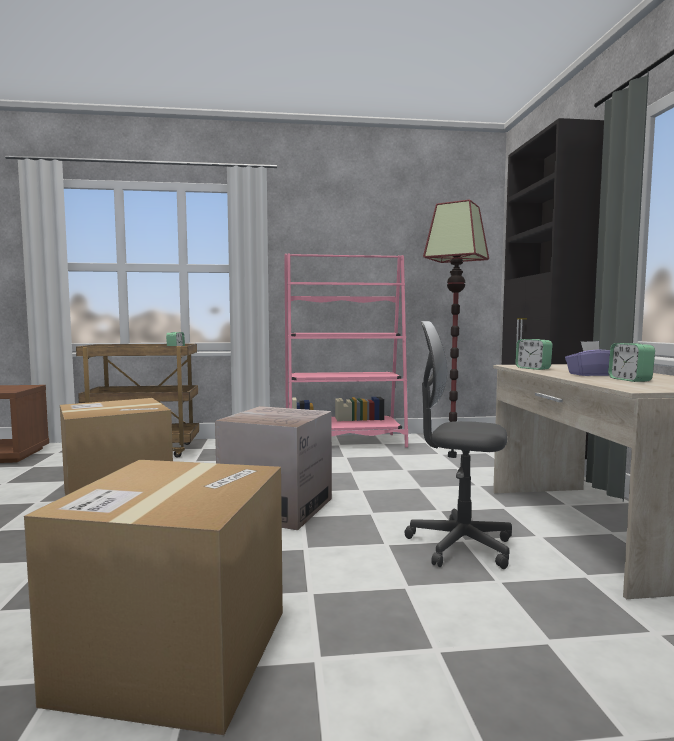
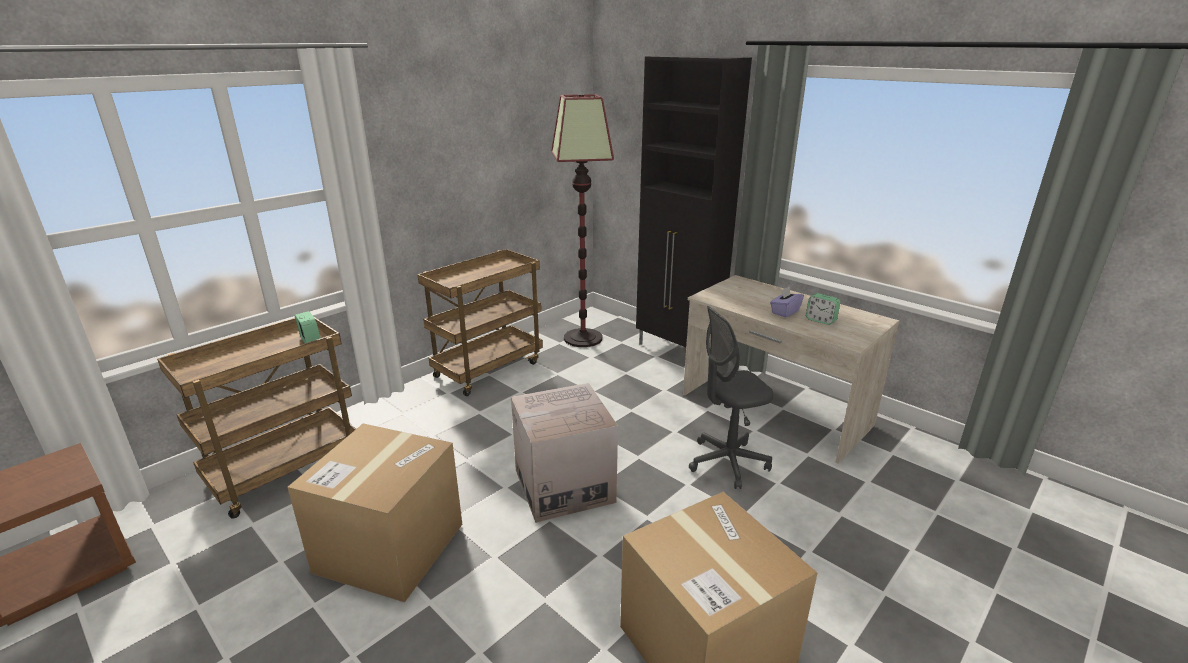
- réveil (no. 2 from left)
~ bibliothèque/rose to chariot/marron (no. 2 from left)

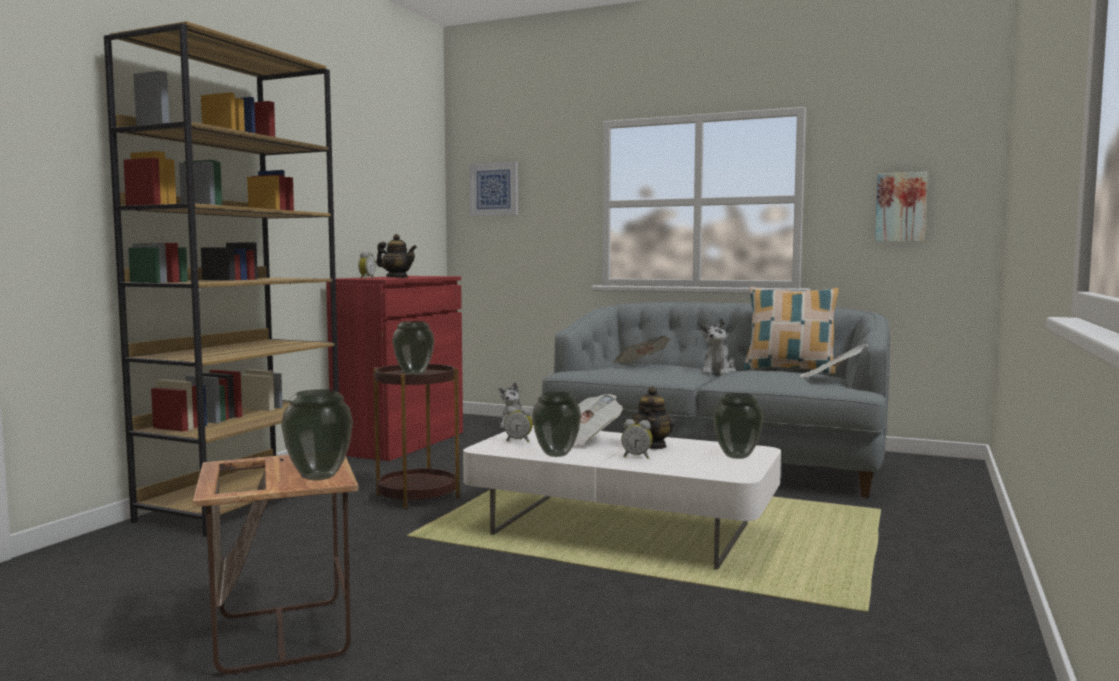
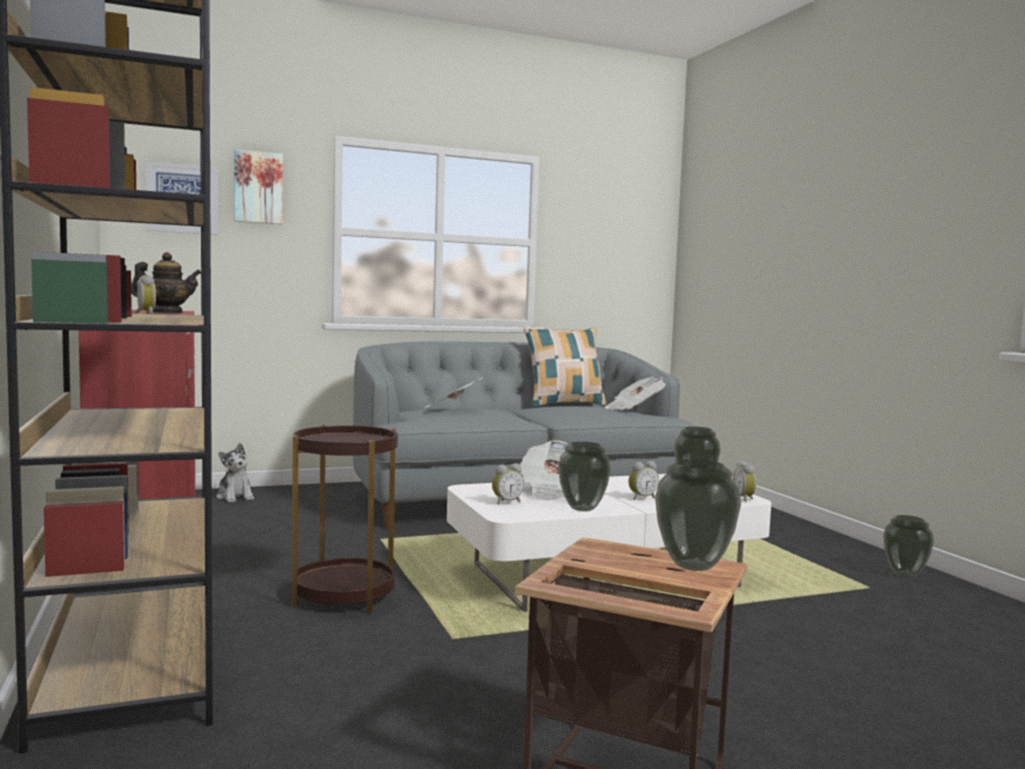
- théière (no. 2 from left)
- peluche (no. 2 from left)
+ réveil (no. 4 from left)
~ vase (no. 2 from left in the first image) to vase (no. 4 from left)
~ tableau (no. 2 from left)

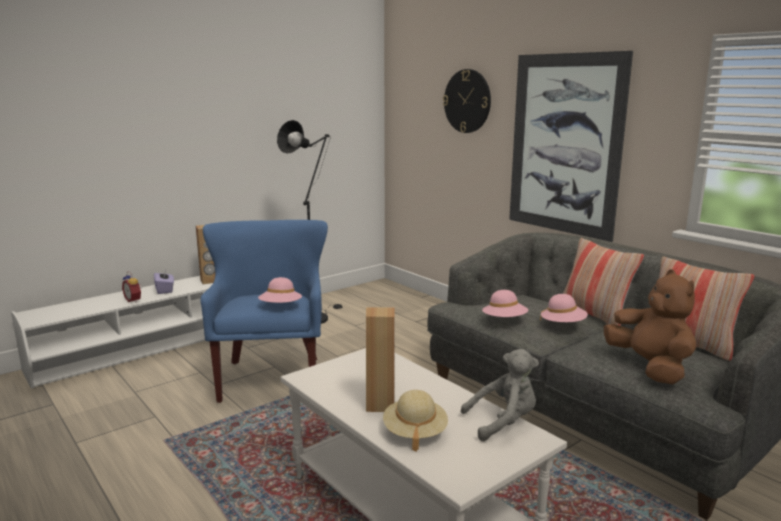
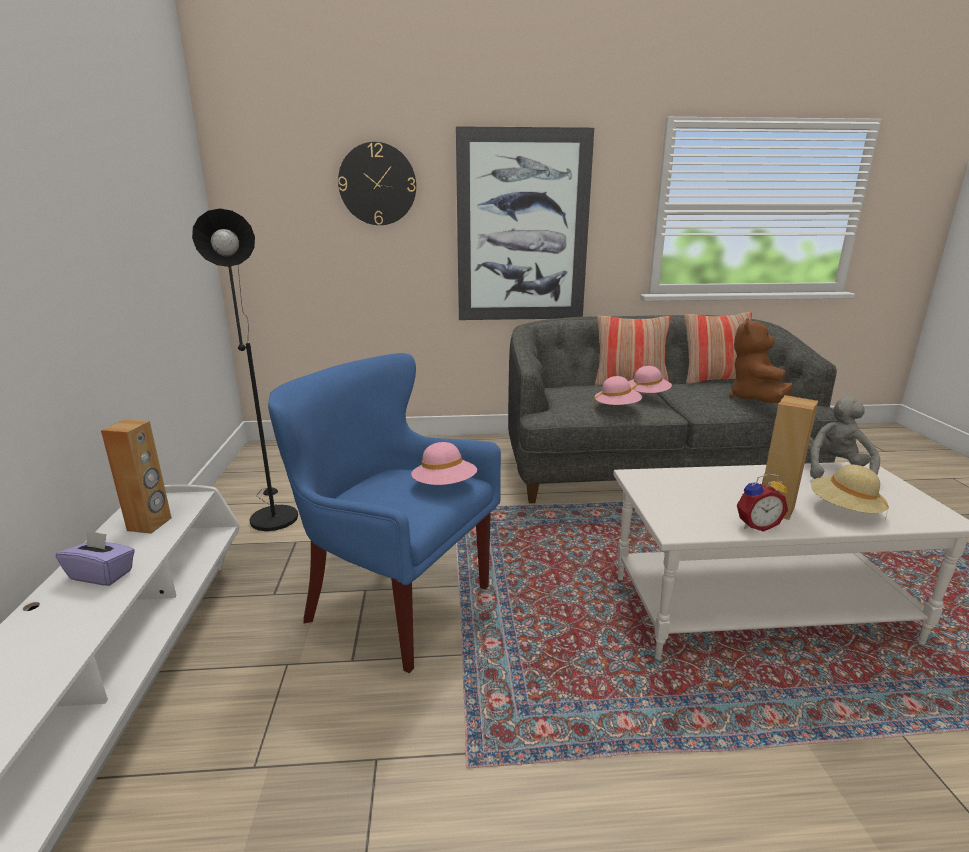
~ réveil
~ peluche/marron 90 degrees counterclockwise

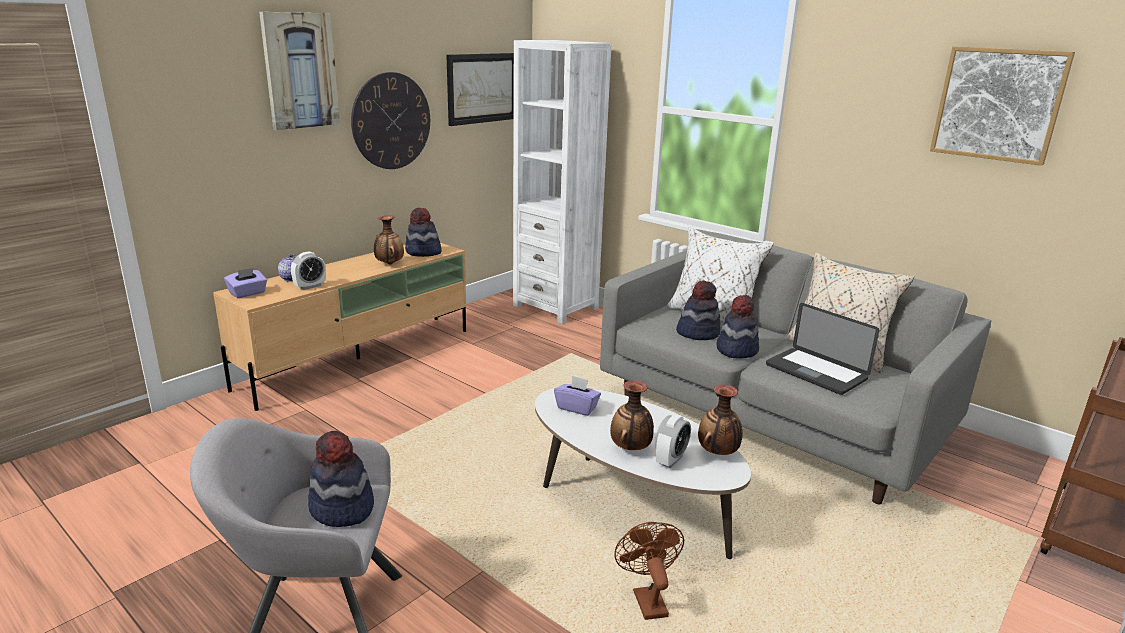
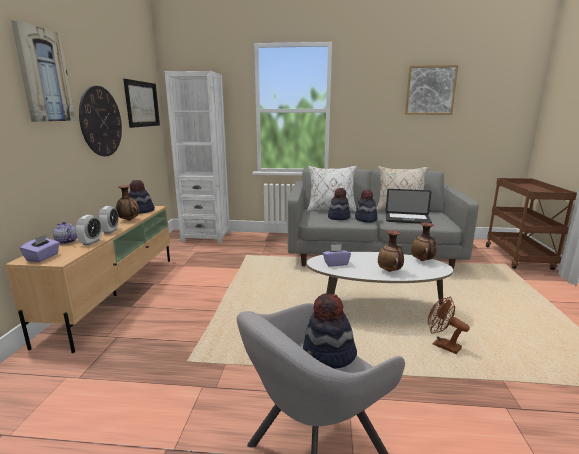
~ réveil (no. 2 from left)

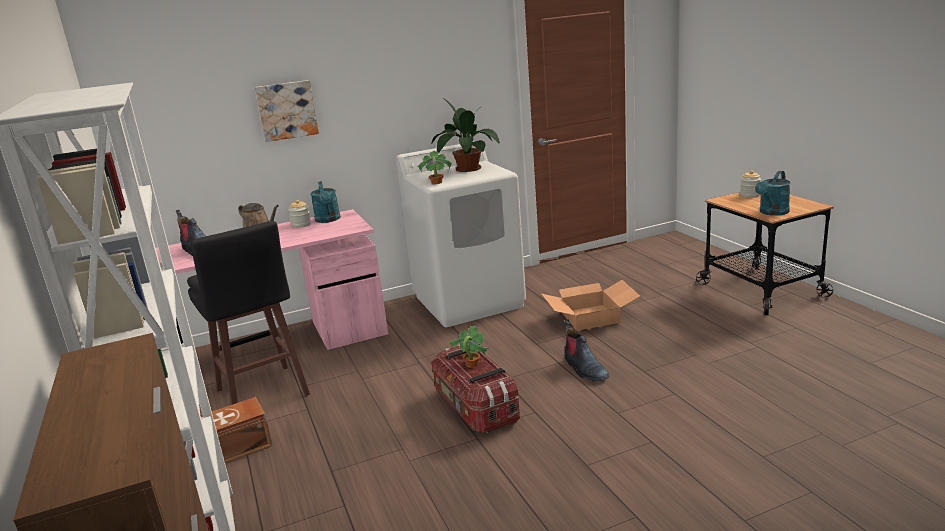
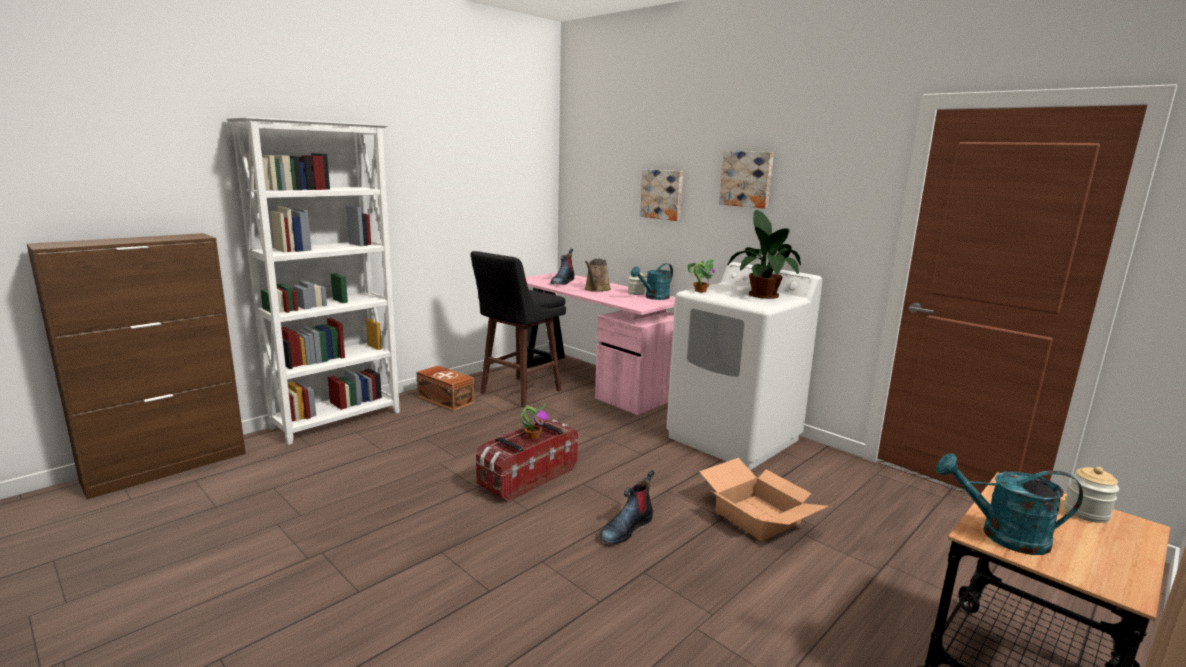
+ tableau (no. 2 from left)

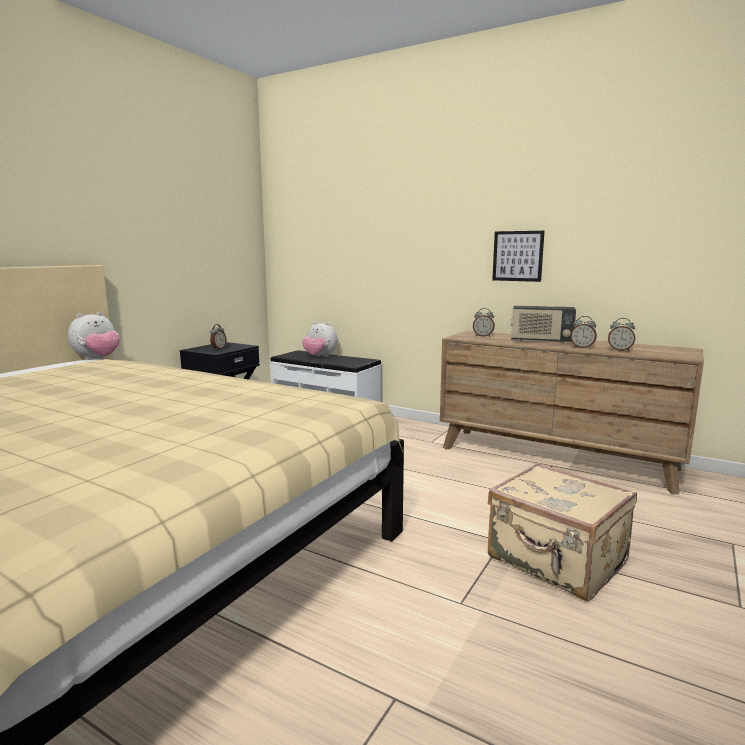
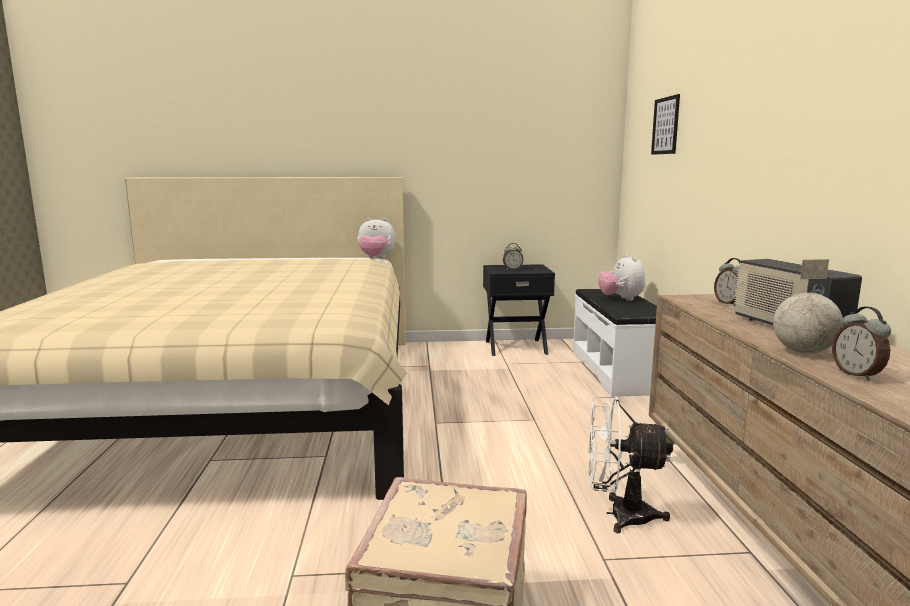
+ ventilateur/blanc
~ tableau
~ réveil (no. 3 from left) to globe

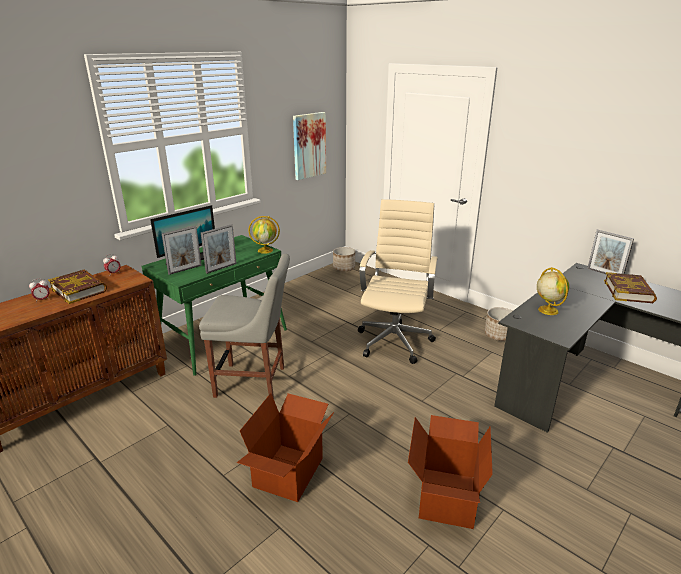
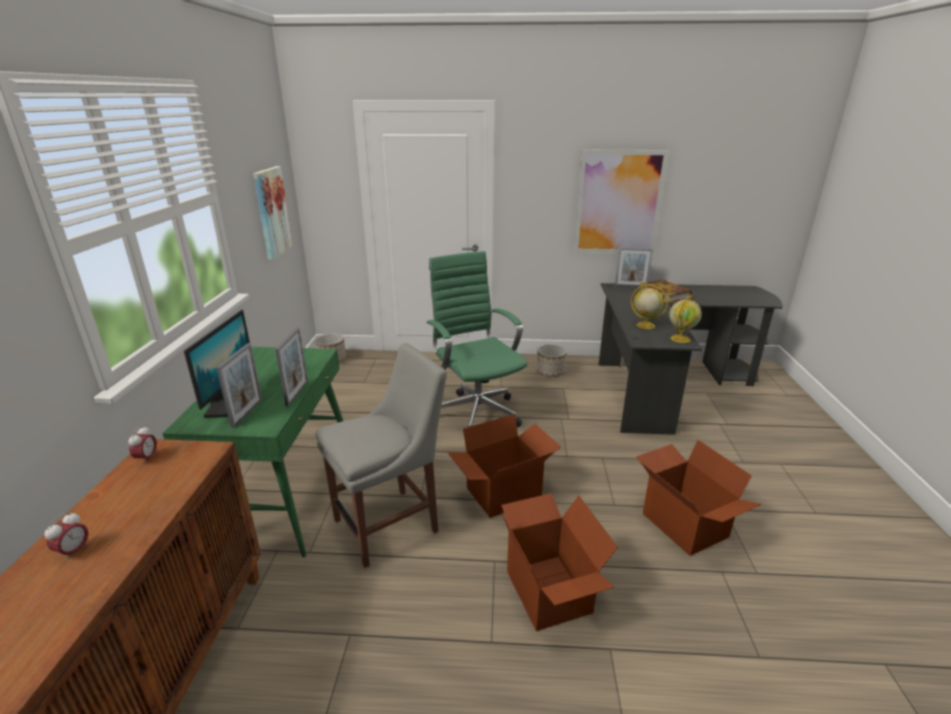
- livre (no. 1 from left)
+ carton (no. 1 from left)
+ tableau (no. 2 from left)
~ globe (no. 1 from left in the first image) to globe (no. 2 from left)
~ chaise de bureau/beige to chaise de bureau/vert

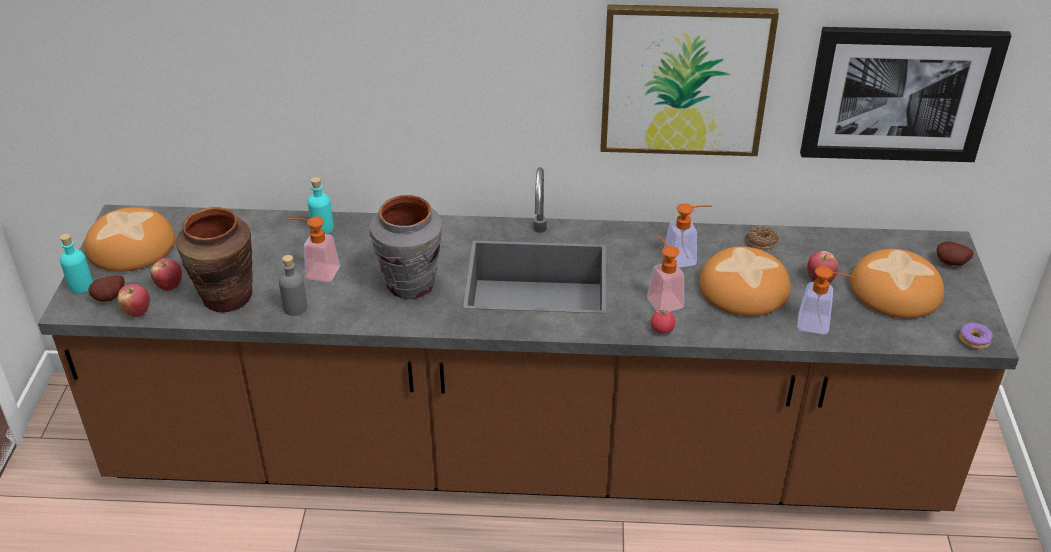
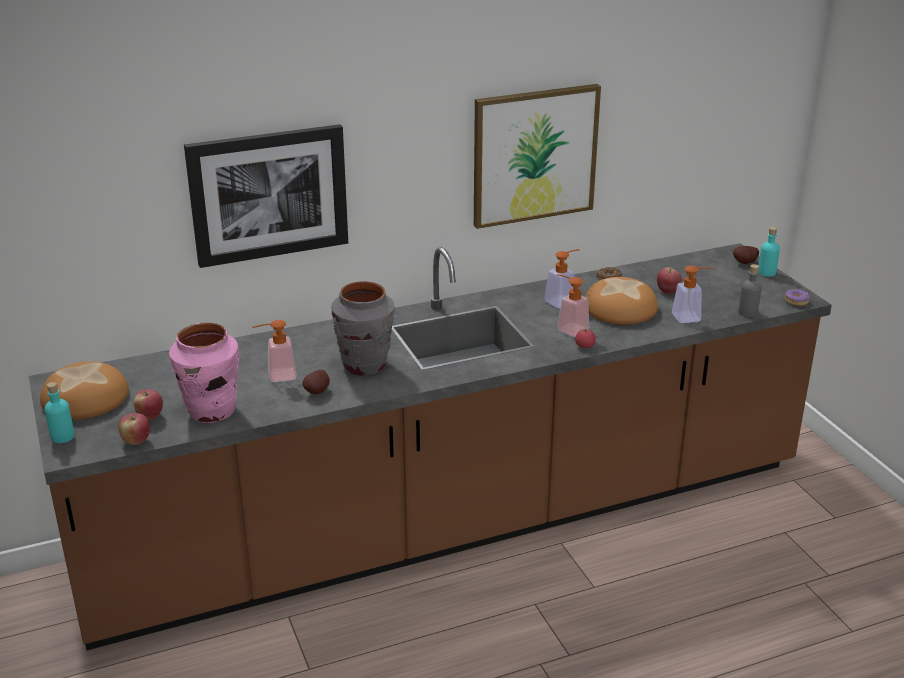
- pain (no. 3 from left)
~ pomme de terre (no. 1 from left)
~ bouteille/gris
~ bouteille/turquoise (no. 2 from left)
~ tableau (no. 2 from left in the first image) to tableau (no. 1 from left)
~ vase/marron to vase/rose

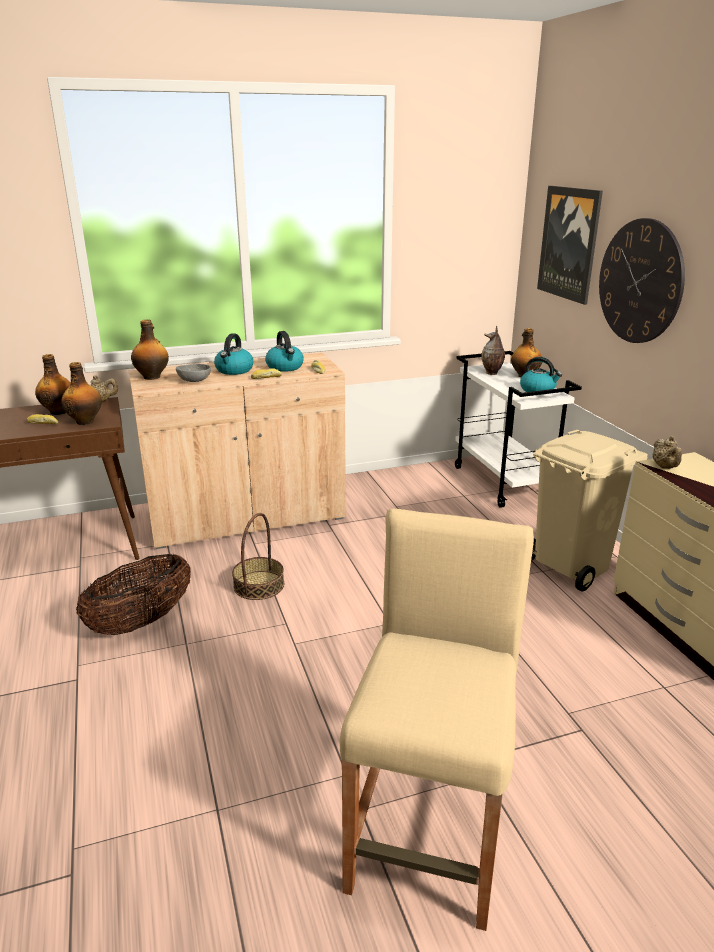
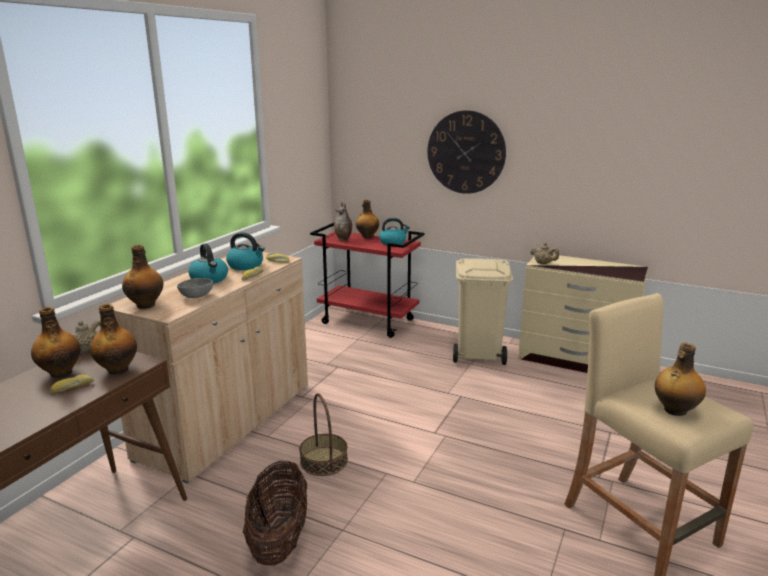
- tableau
+ bouteille (no. 5 from left)
~ chariot/blanc to chariot/rouge

